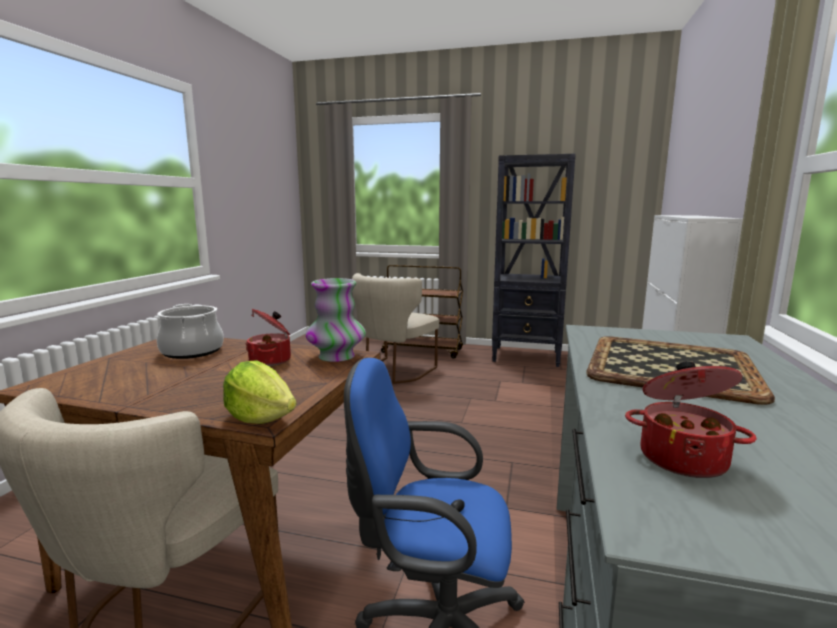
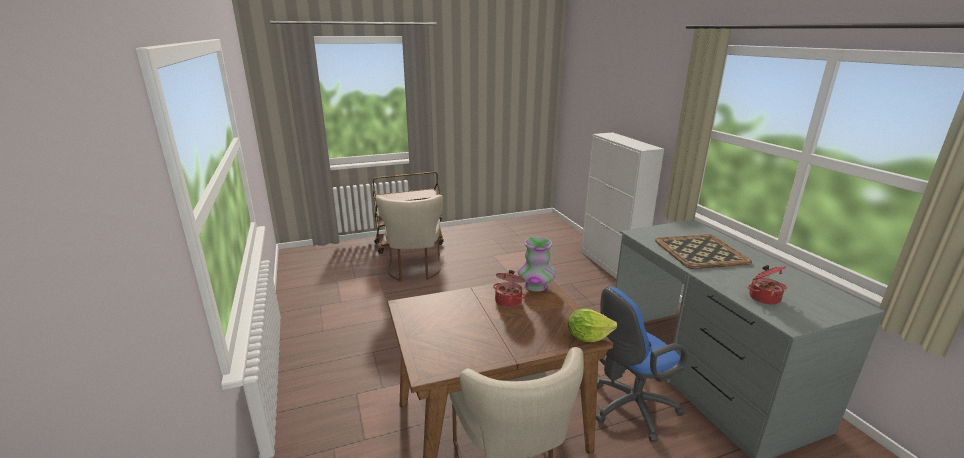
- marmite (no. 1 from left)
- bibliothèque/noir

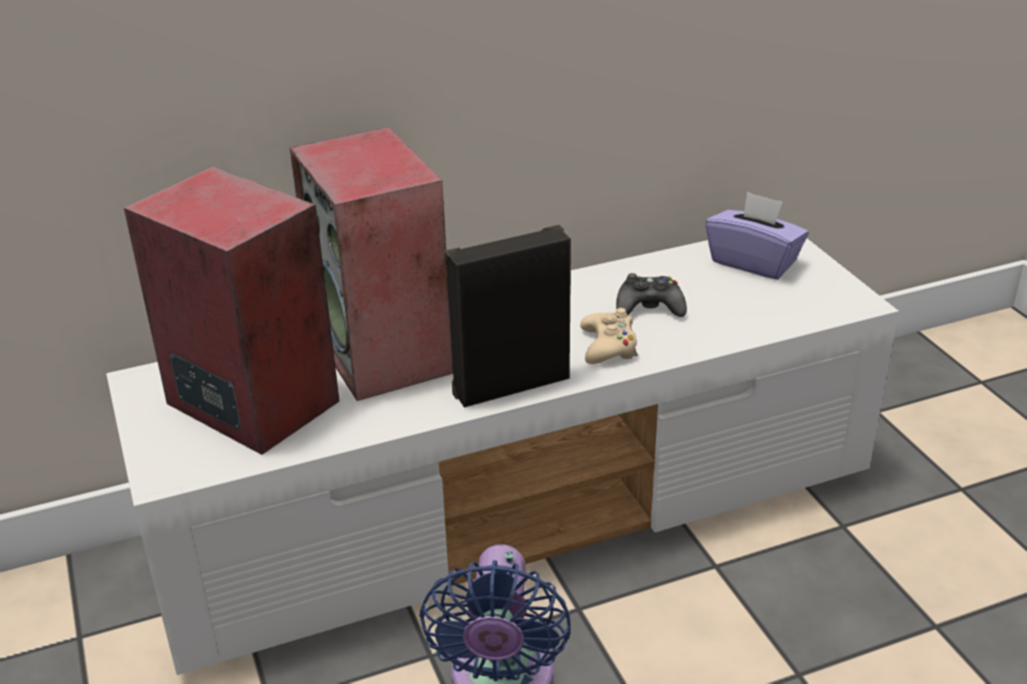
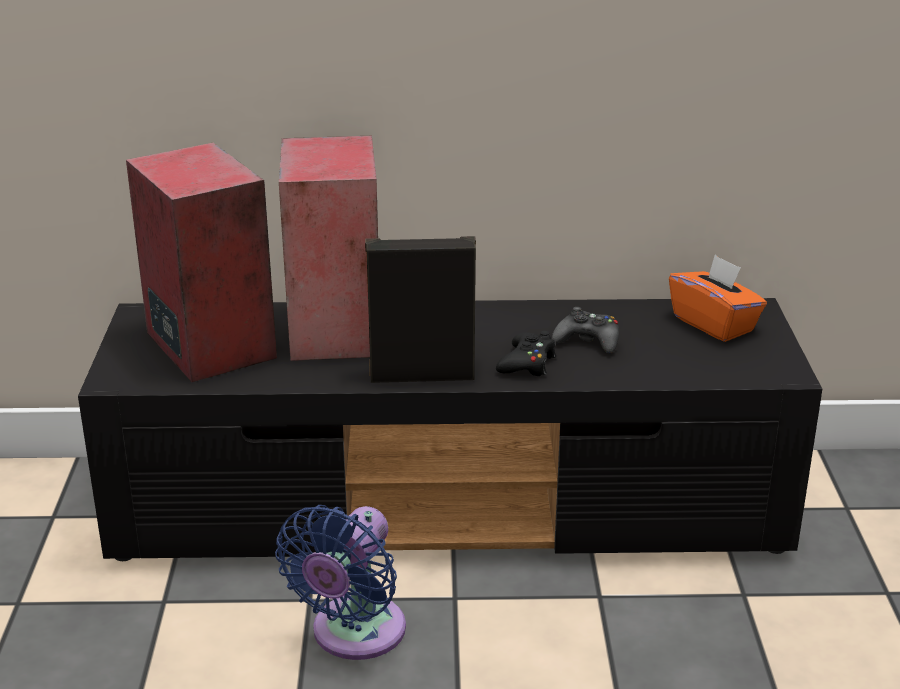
~ meuble télé/blanc to meuble télé/noir
~ manette/beige to manette/noir (no. 1 from left)
~ boîte à mouchoirs/violet to boîte à mouchoirs/orange

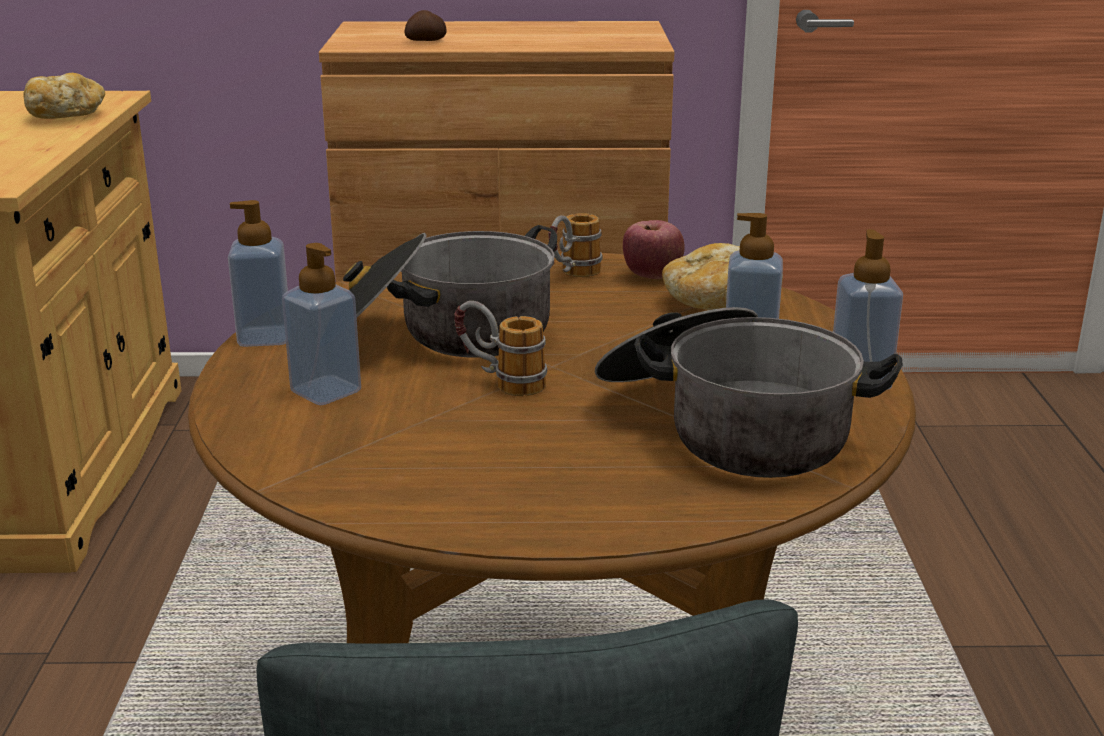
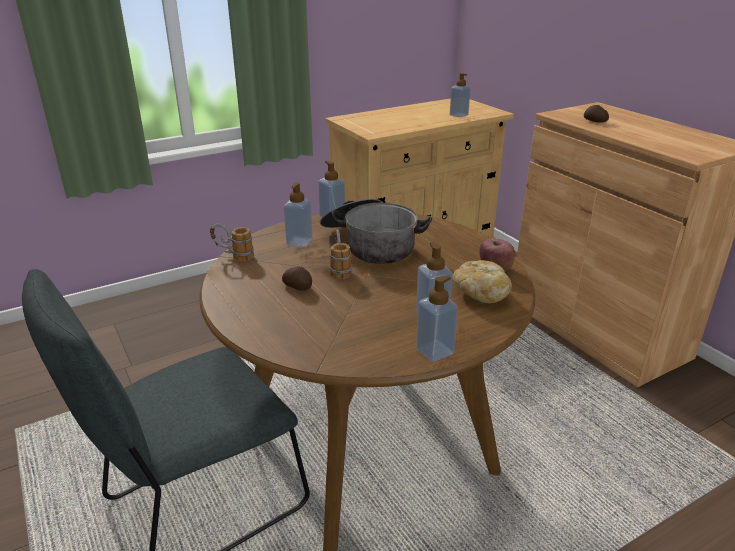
- marmite (no. 2 from left)
+ pomme de terre (no. 1 from left)
~ mug (no. 2 from left in the first image) to mug (no. 1 from left)
~ pain (no. 1 from left) to distributeur de savon (no. 5 from left)

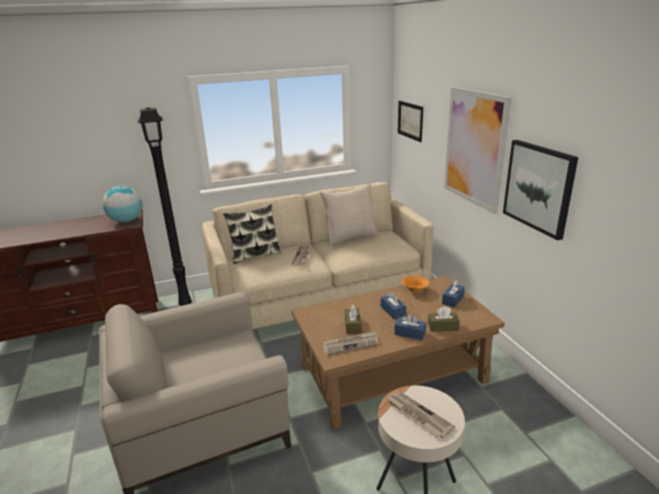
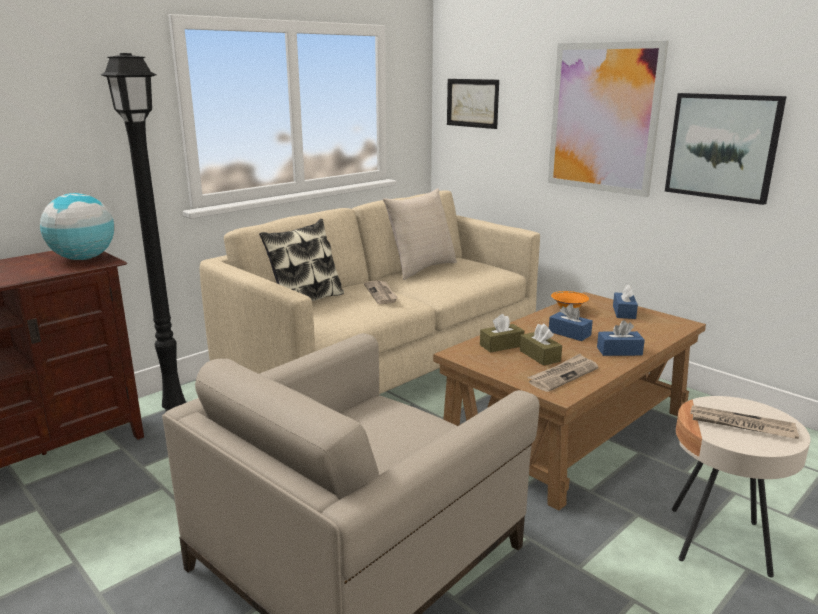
~ boîte à mouchoirs/marron (no. 2 from left in the first image) to boîte à mouchoirs/marron (no. 1 from left)

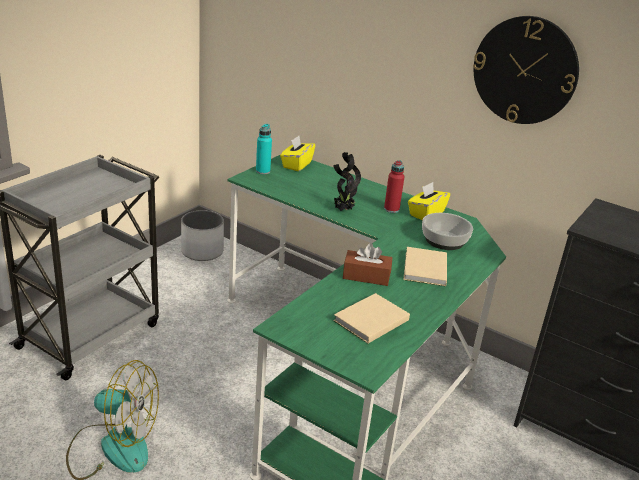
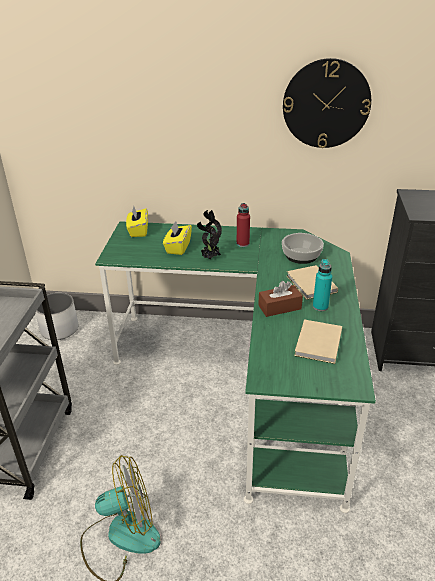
~ bouteille/turquoise
~ boîte à mouchoirs/jaune (no. 2 from left)

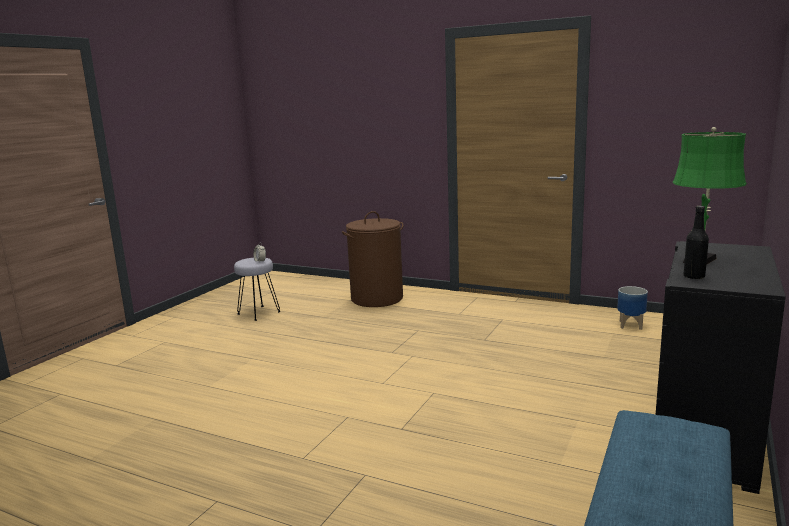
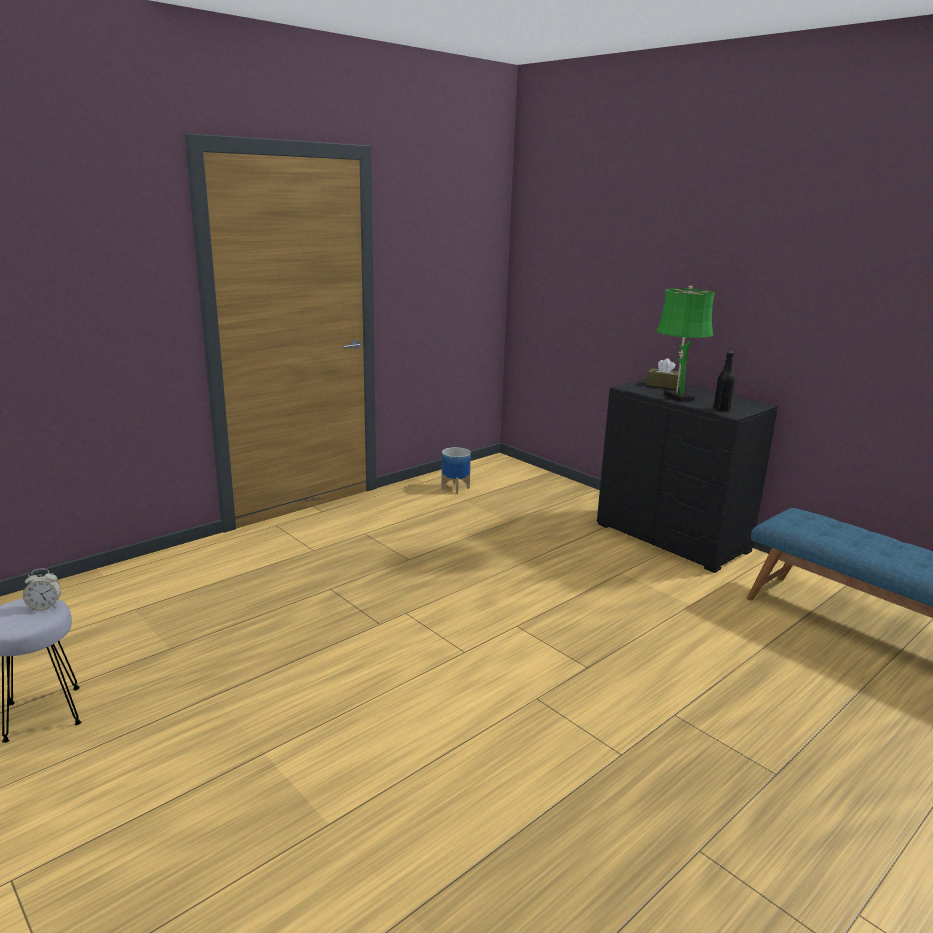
- panier à linge/marron
+ boîte à mouchoirs/marron

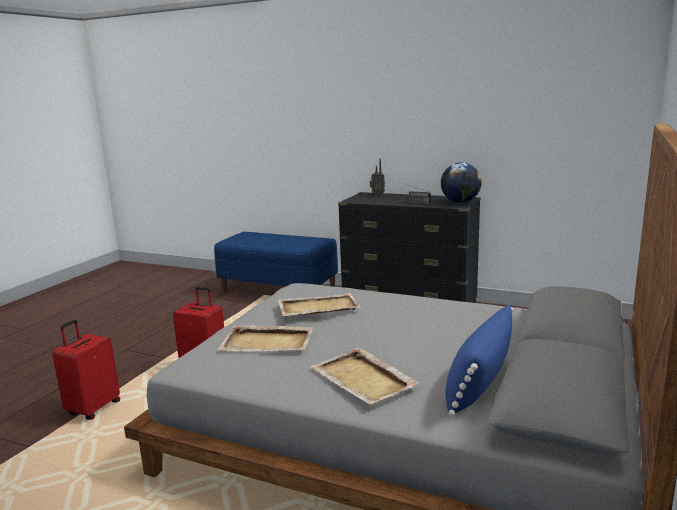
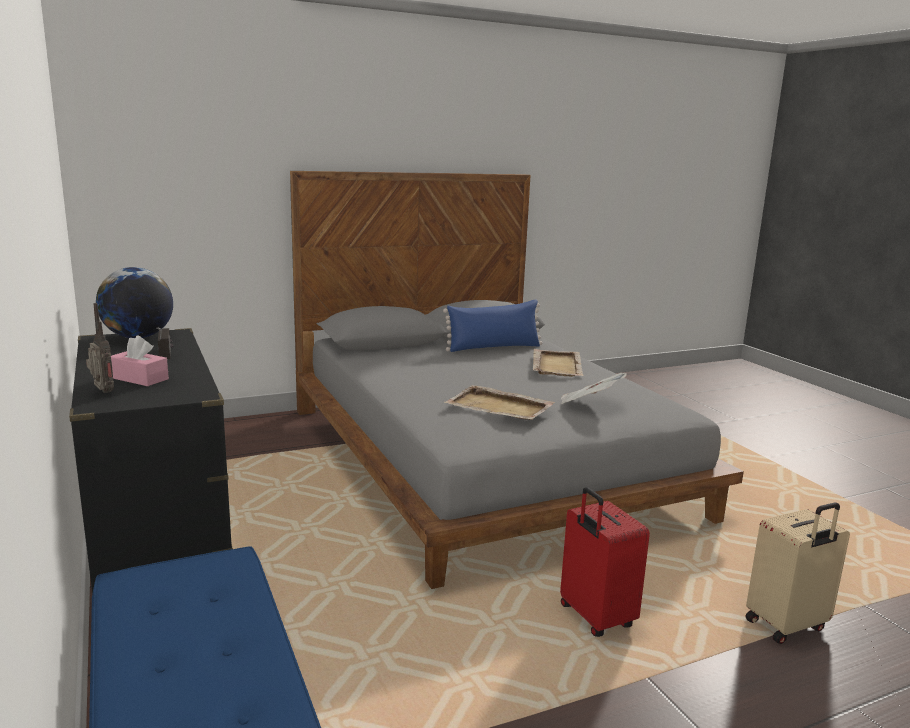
+ boîte à mouchoirs/rose
~ plateau/beige (no. 1 from left) to journal
~ valise/rouge (no. 1 from left) to valise/beige

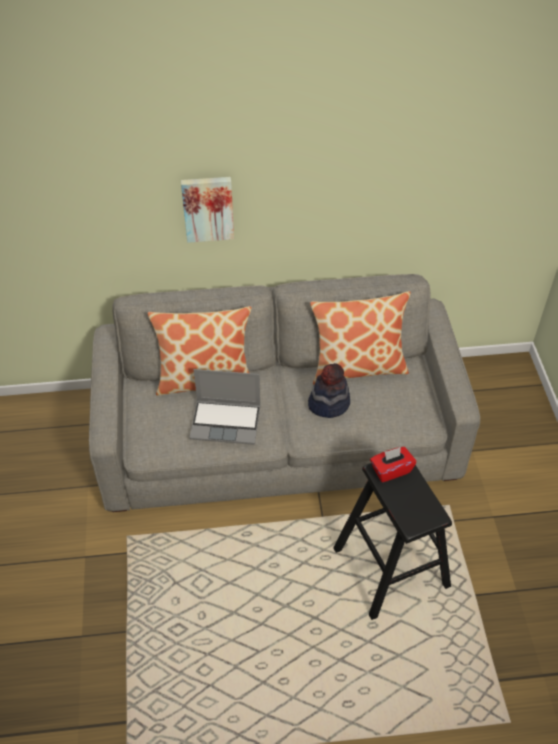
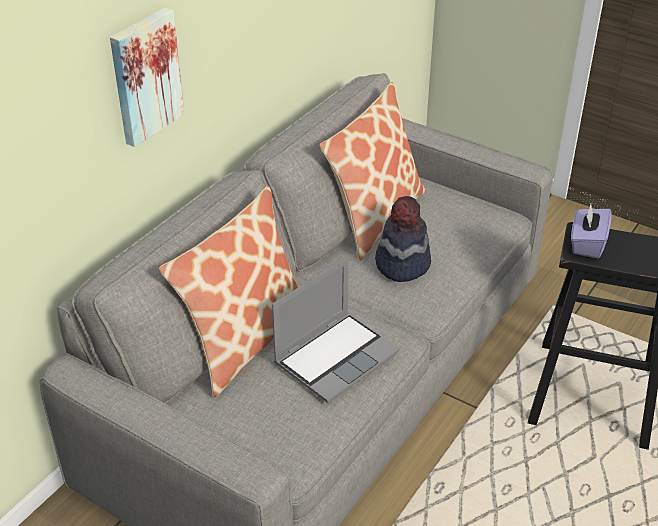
~ boîte à mouchoirs/rouge to boîte à mouchoirs/violet

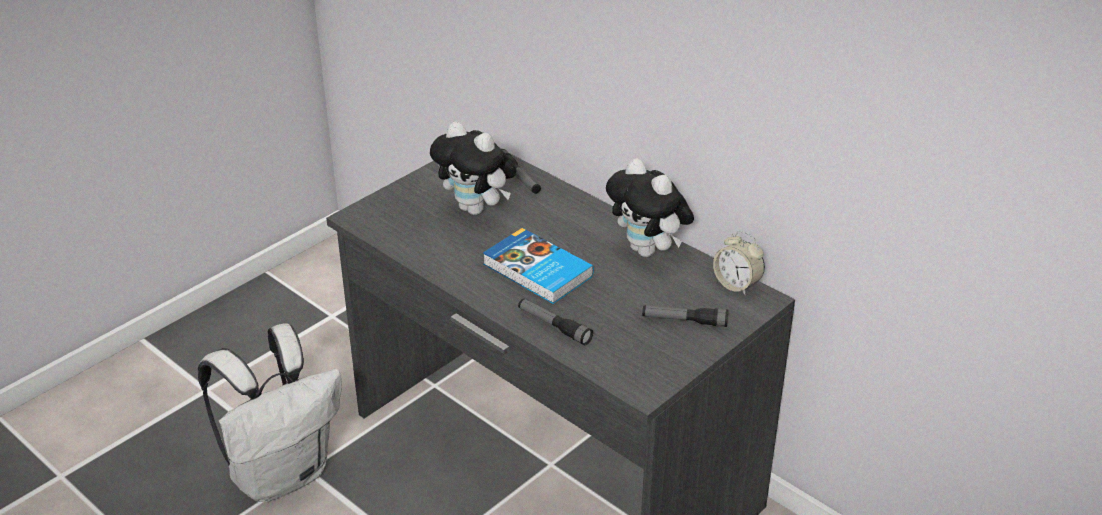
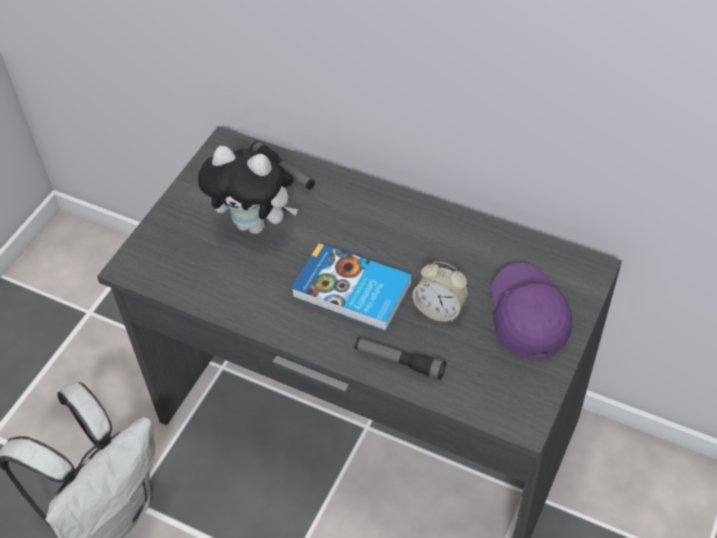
- peluche (no. 2 from left)
~ réveil
~ lampe de poche (no. 3 from left) to casquette/violet

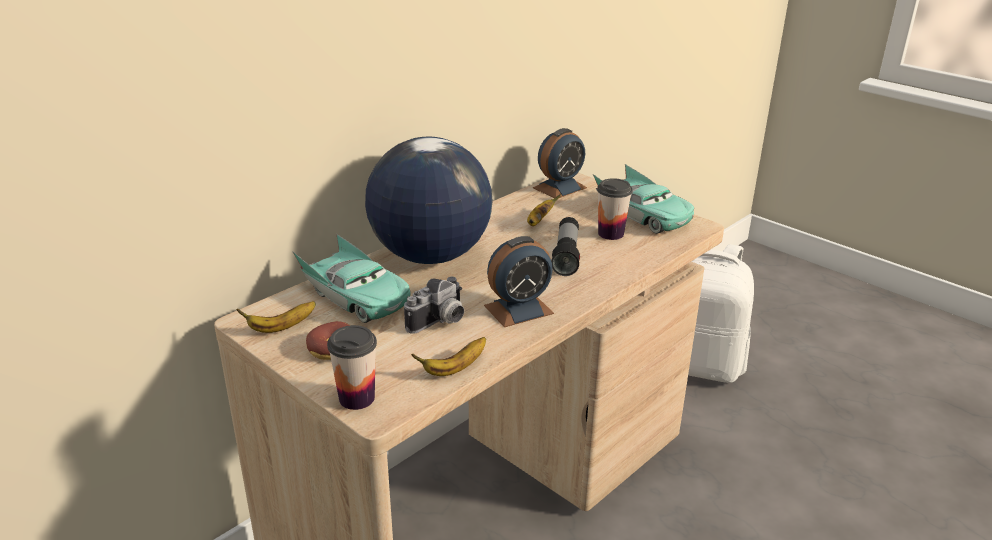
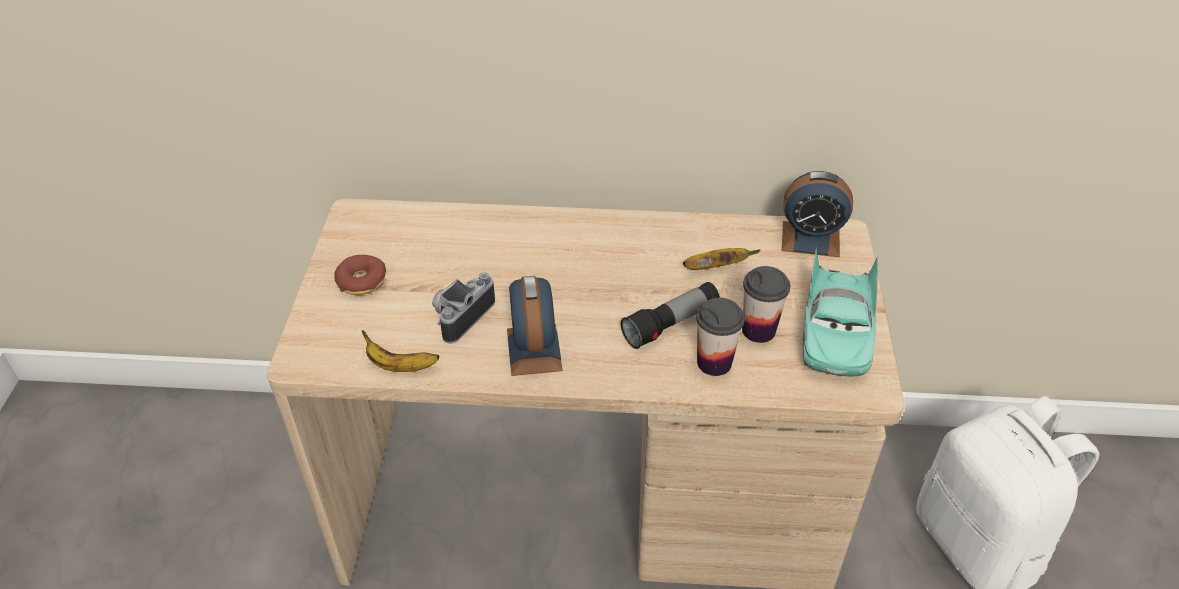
- banane (no. 1 from left)
- petite voiture/turquoise (no. 1 from left)
- globe
~ tasse (no. 1 from left)
~ appareil photo 120 degrees clockwise
~ réveil (no. 1 from left) 60 degrees clockwise

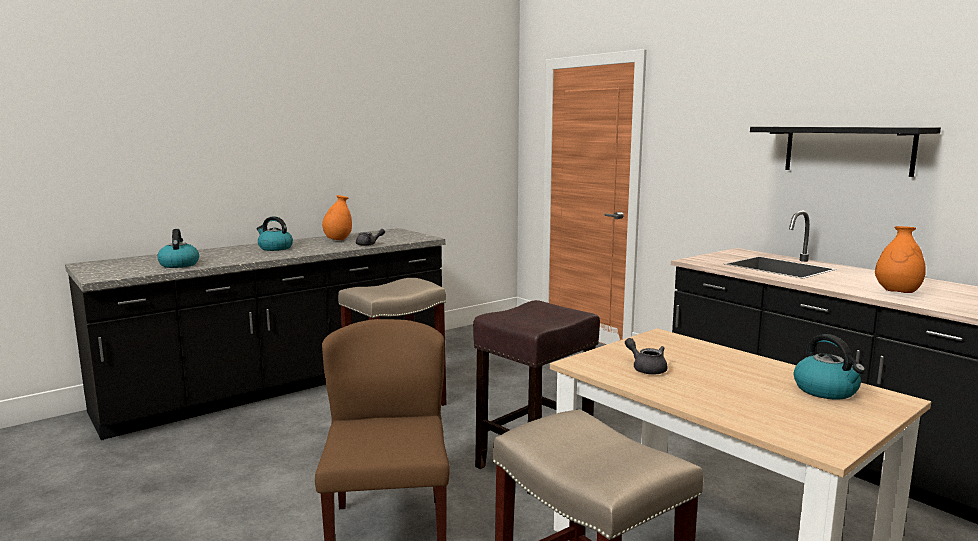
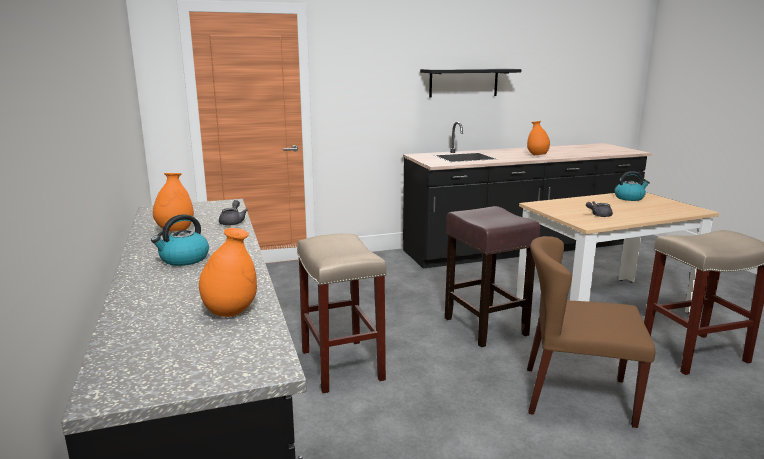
~ bouilloire (no. 1 from left) to vase/orange (no. 2 from left)

